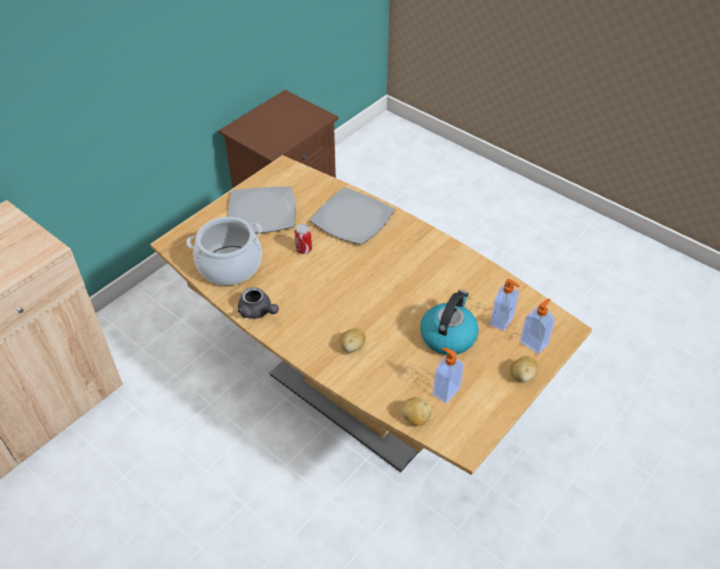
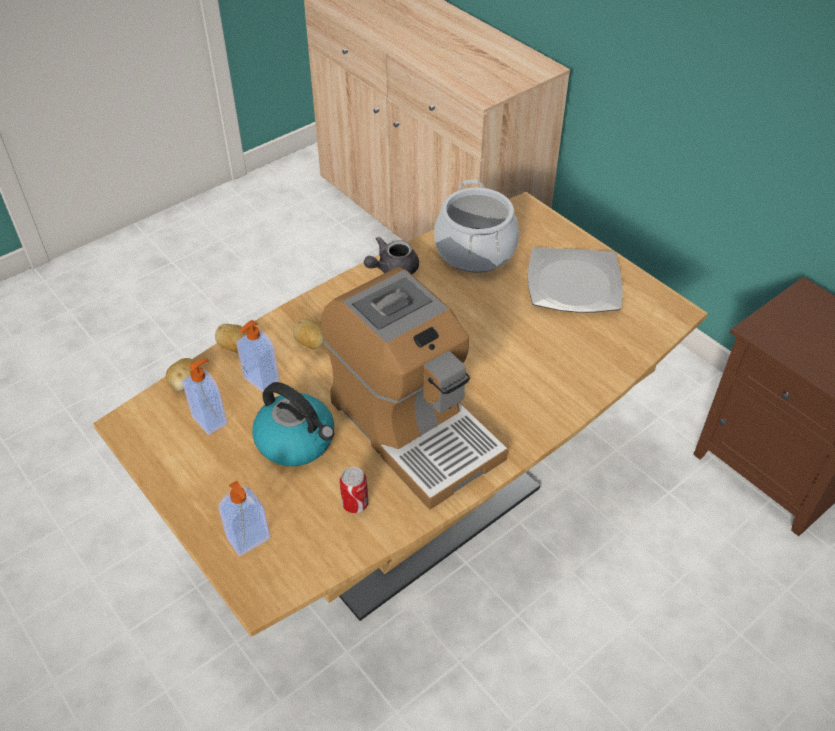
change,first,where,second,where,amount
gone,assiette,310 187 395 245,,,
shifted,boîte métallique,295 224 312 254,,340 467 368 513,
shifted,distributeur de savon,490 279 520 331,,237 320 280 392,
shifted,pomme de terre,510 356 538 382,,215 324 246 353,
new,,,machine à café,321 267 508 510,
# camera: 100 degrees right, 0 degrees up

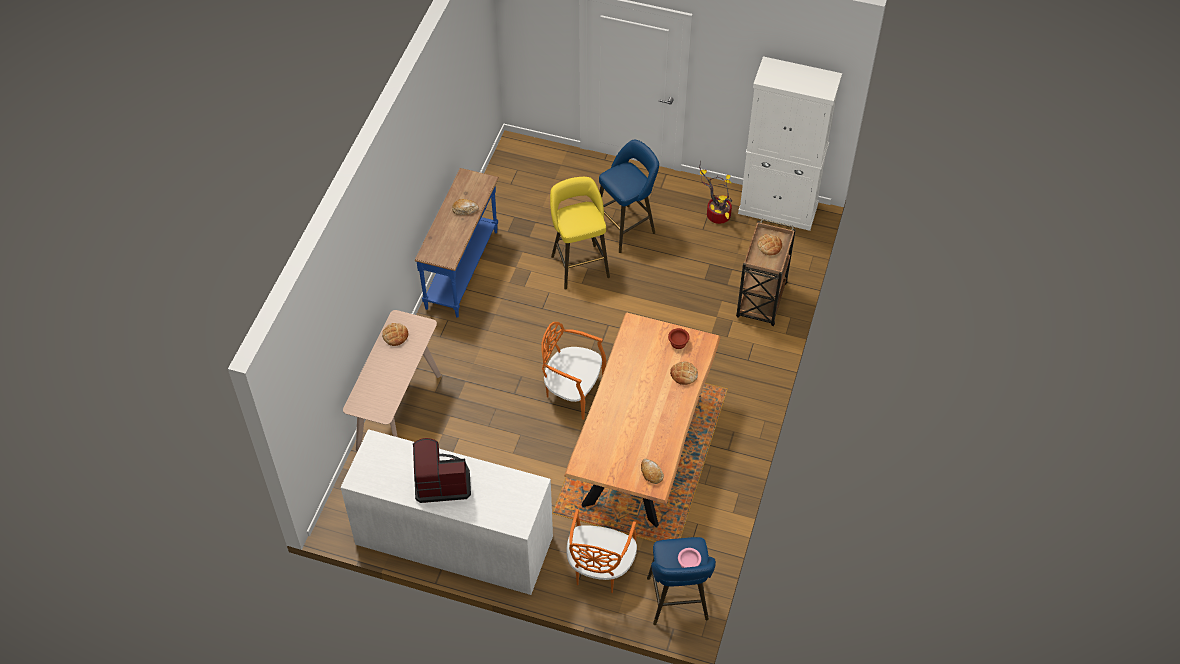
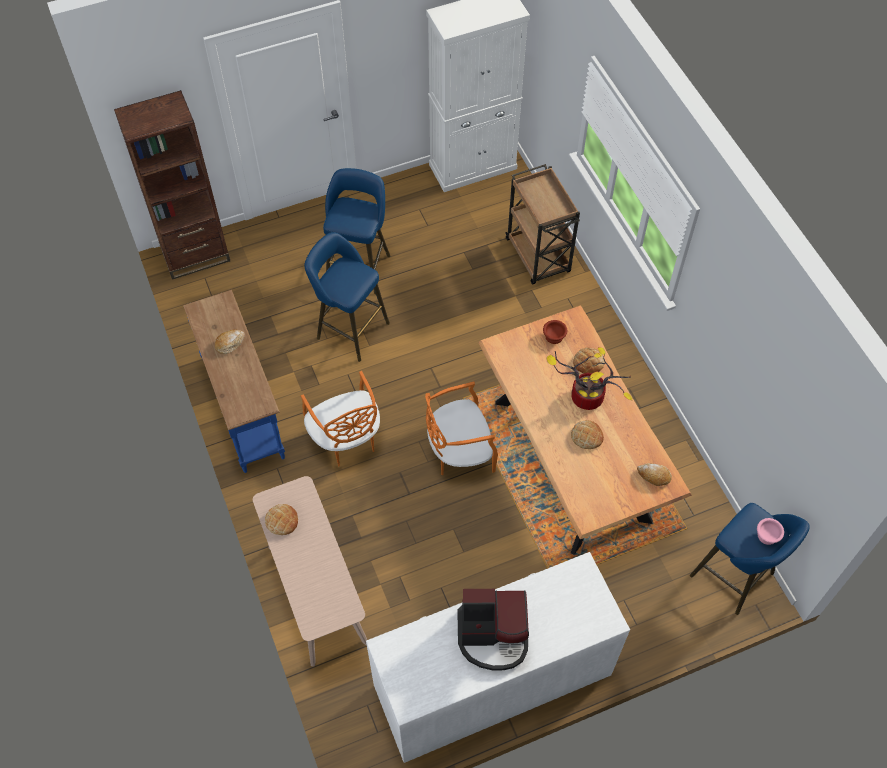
change,first,where,second,where,amount
shifted,plante en pot,699 161 732 224,,547 347 632 410,
repainted,tabouret [jaune],550 177 610 290,tabouret [bleu],304 232 390 362,
shifted,pain,757 234 782 255,,571 420 604 449,
rotated,machine à café,413 438 471 503,,457 589 529 671,135 degrees counterclockwise
shifted,chaise [orange],566 509 637 593,,301 371 380 466,
new,,,bibliothèque [marron],114 90 230 280,
# camera: 40 degrees left, 5 degrees up

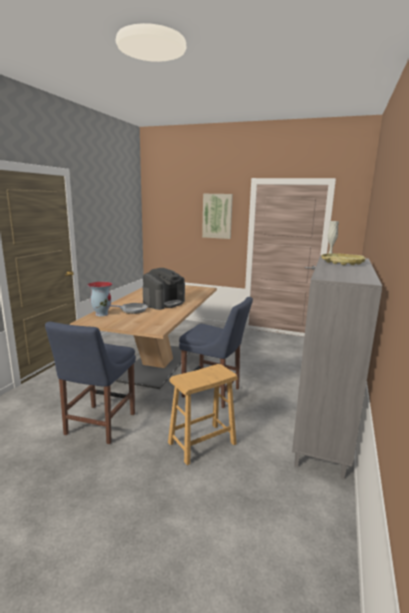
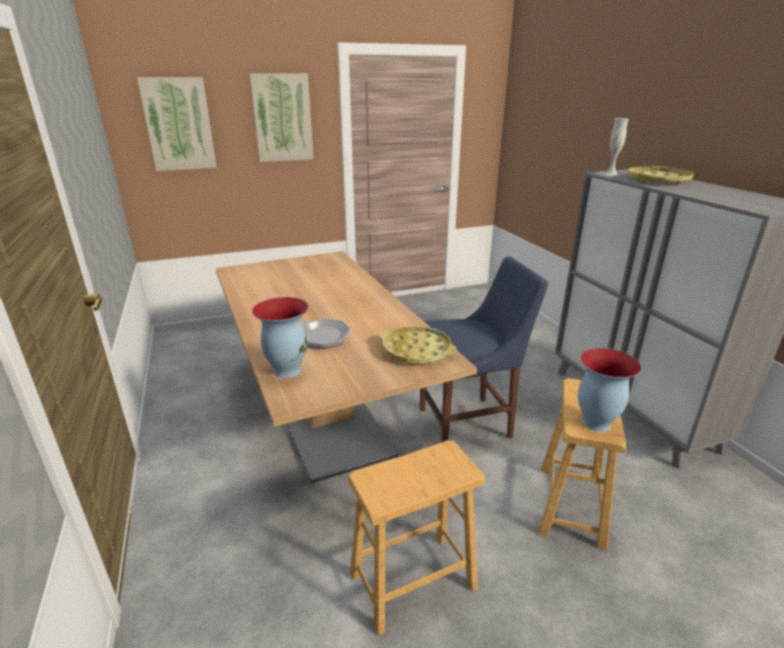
change,first,where,second,where,amount
gone,machine à café,143 268 185 310,,,
swapped,chaise [bleu],45 322 136 444,tabouret [marron],347 440 485 636,
new,,,tableau,137 77 217 171,
new,,,plateau [jaune],379 326 457 365,
new,,,vase,578 348 642 432,
# camera: 40 degrees left, 10 degrees up

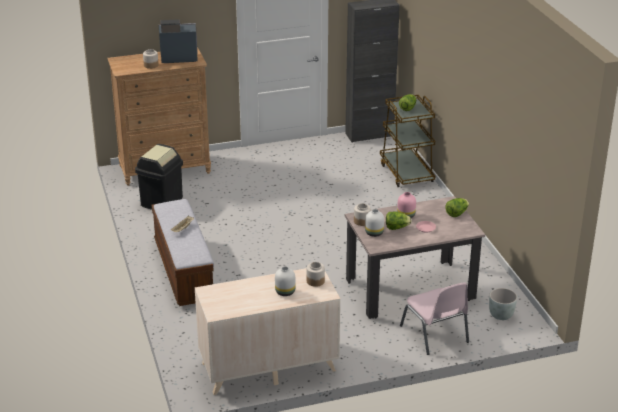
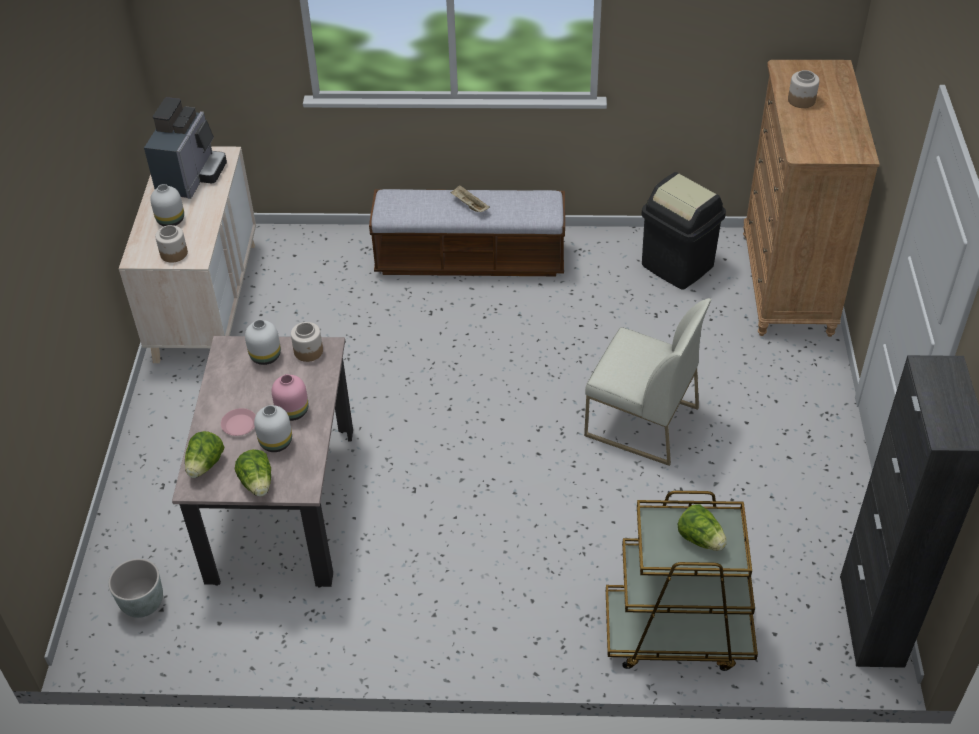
change,first,where,second,where,amount
shifted,machine à café,159 19 198 63,,144 97 227 199,
shifted,laitue,386 212 412 230,,185 431 224 478,
gone,chaise [rose],400 282 469 355,,,
new,,,chaise [blanc],584 298 712 466,
new,,,vase [blanc],254 405 292 452,
# camera: 110 degrees right, 15 degrees up

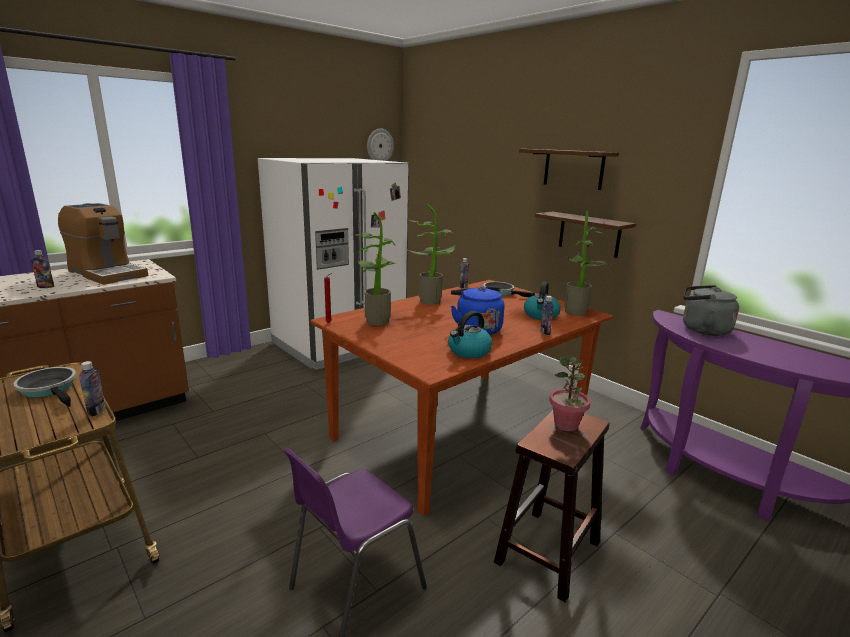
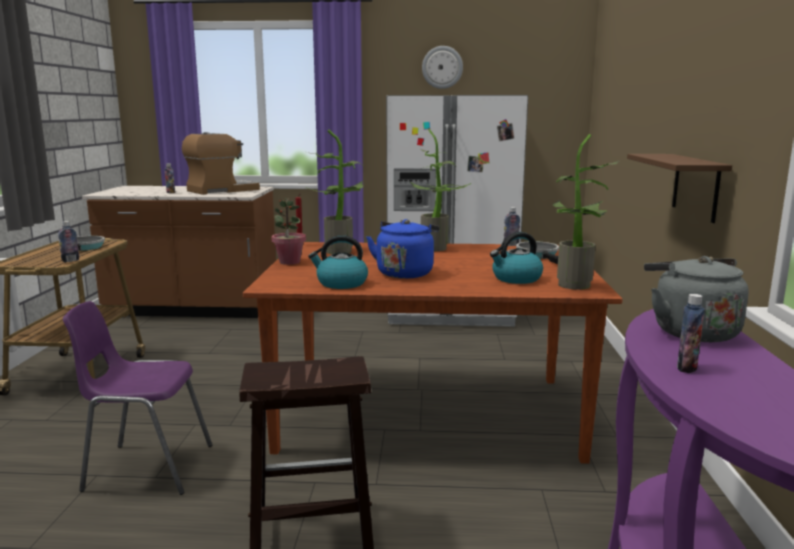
change,first,where,second,where,amount
shifted,horloge murale,367 128 394 161,,422 46 463 89,
gone,étagère [marron],519 149 619 190,,,
rotated,machine à café,58 203 148 285,,182 132 260 195,120 degrees counterclockwise
shifted,bouteille,540 296 554 335,,677 294 705 373,
shifted,plante en pot,549 356 590 431,,272 198 306 265,
# camera: 45 degrees right, 5 degrees down

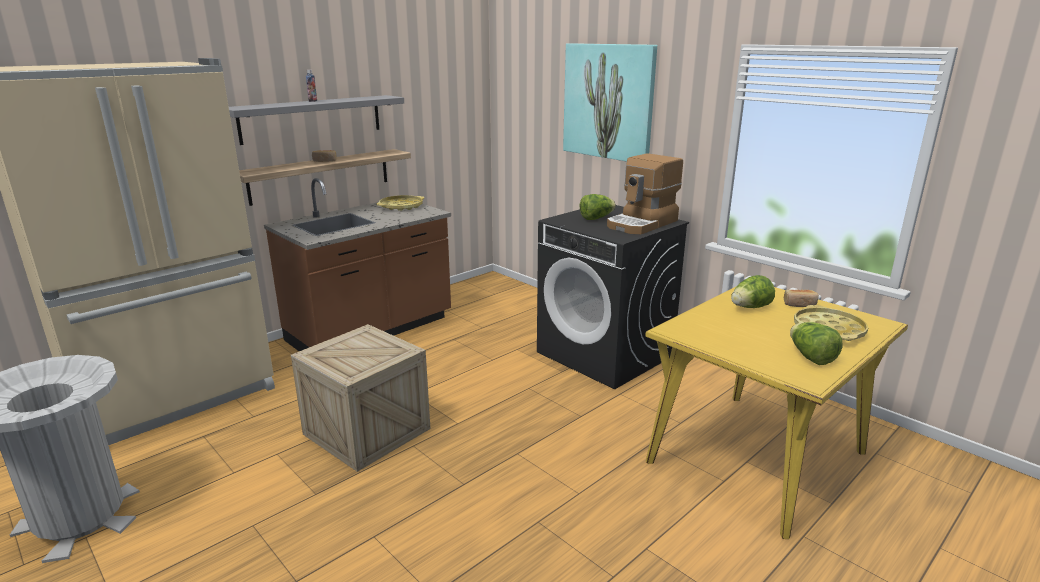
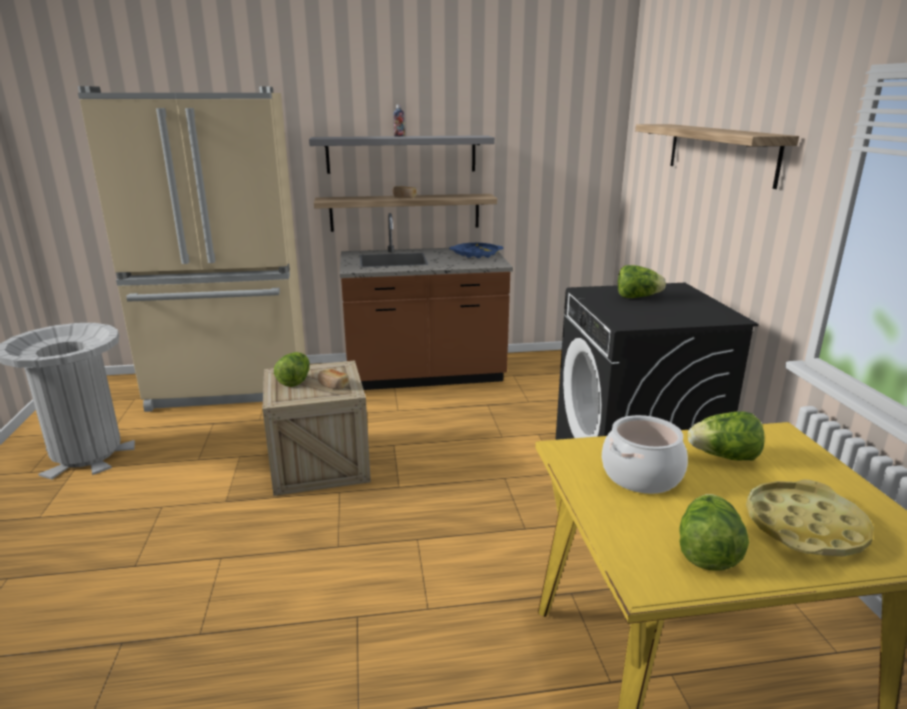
change,first,where,second,where,amount
swapped,tableau,563 43 657 162,étagère,635 124 799 189,
gone,machine à café,607 153 683 234,,,
repainted,plateau [jaune],377 195 424 211,plateau [bleu],449 243 503 258,
shifted,pain,784 290 819 307,,318 369 349 389,
new,,,laitue,274 352 310 387,
new,,,marmite,602 415 688 494,
# camera: 35 degrees right, 0 degrees up

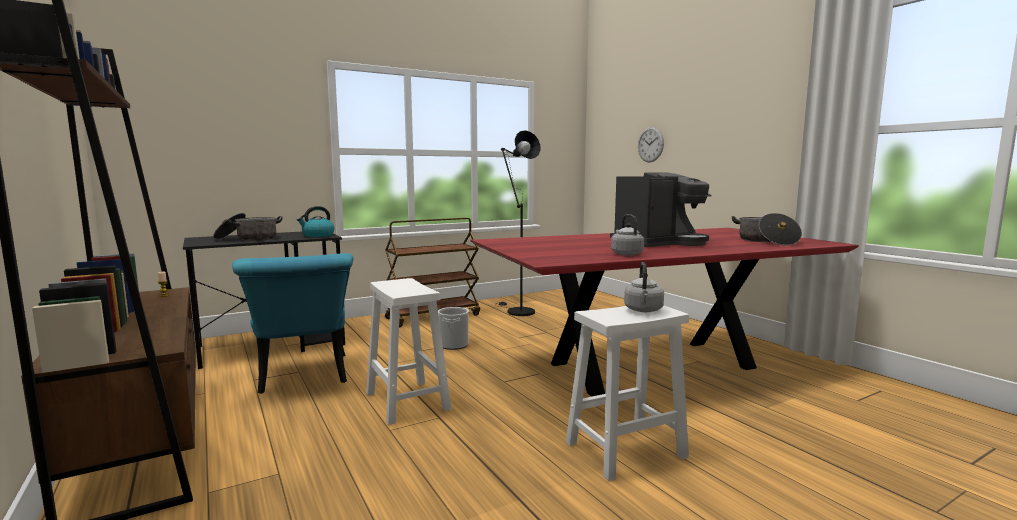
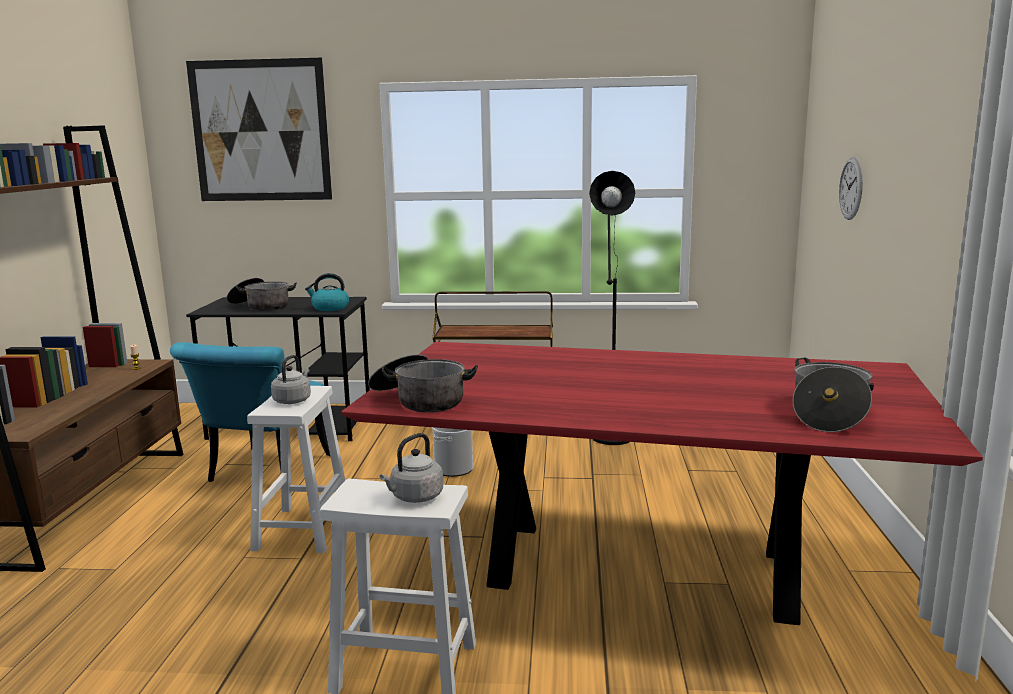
change,first,where,second,where,amount
gone,machine à café,610 172 711 247,,,
shifted,bouilloire [gris],611 214 644 256,,271 355 311 404,
new,,,tableau,186 58 332 201,
new,,,marmite,368 354 478 412,
# camera: 35 degrees right, 5 degrees up

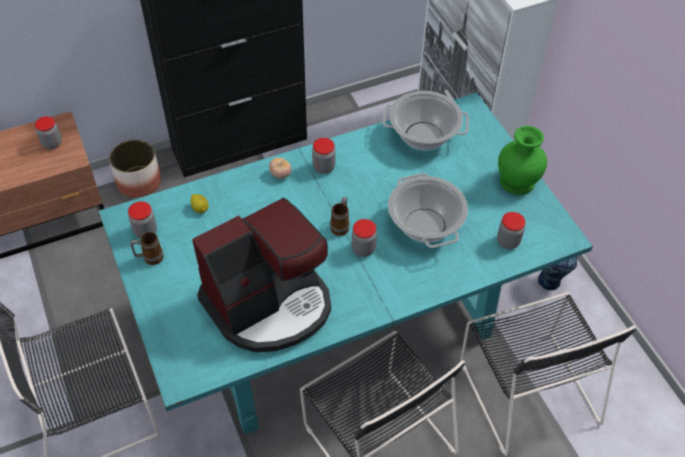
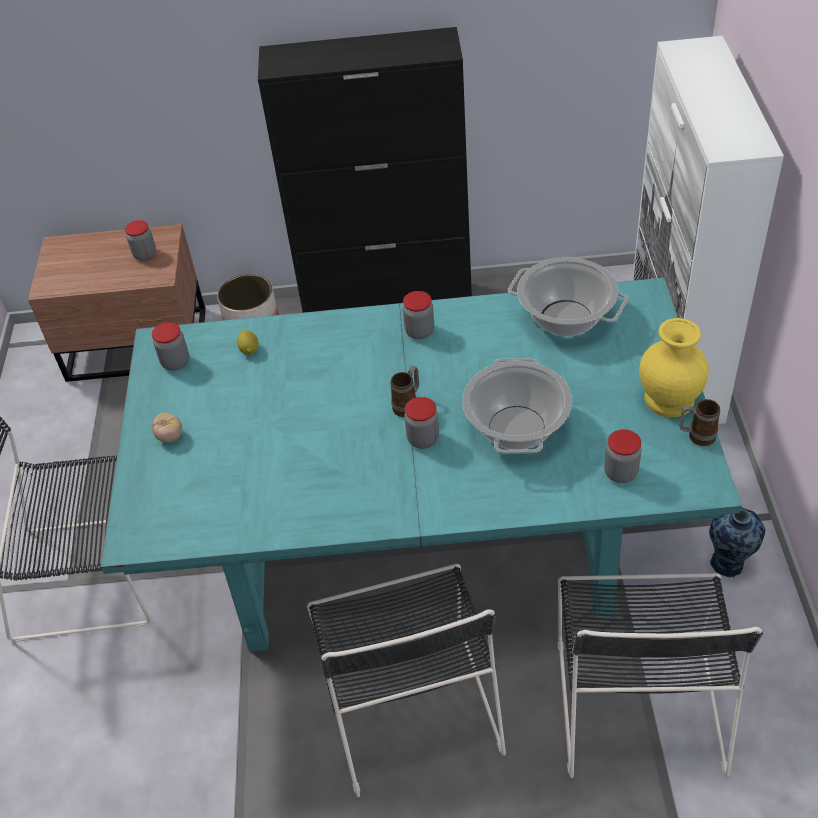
change,first,where,second,where,amount
repainted,vase [vert],498 126 547 195,vase [jaune],639 318 709 417,
shifted,tomate,269 158 291 179,,152 413 182 443,
gone,machine à café,192 198 331 352,,,
shifted,mug,130 232 164 265,,679 399 720 446,
# camera: 25 degrees right, 5 degrees down

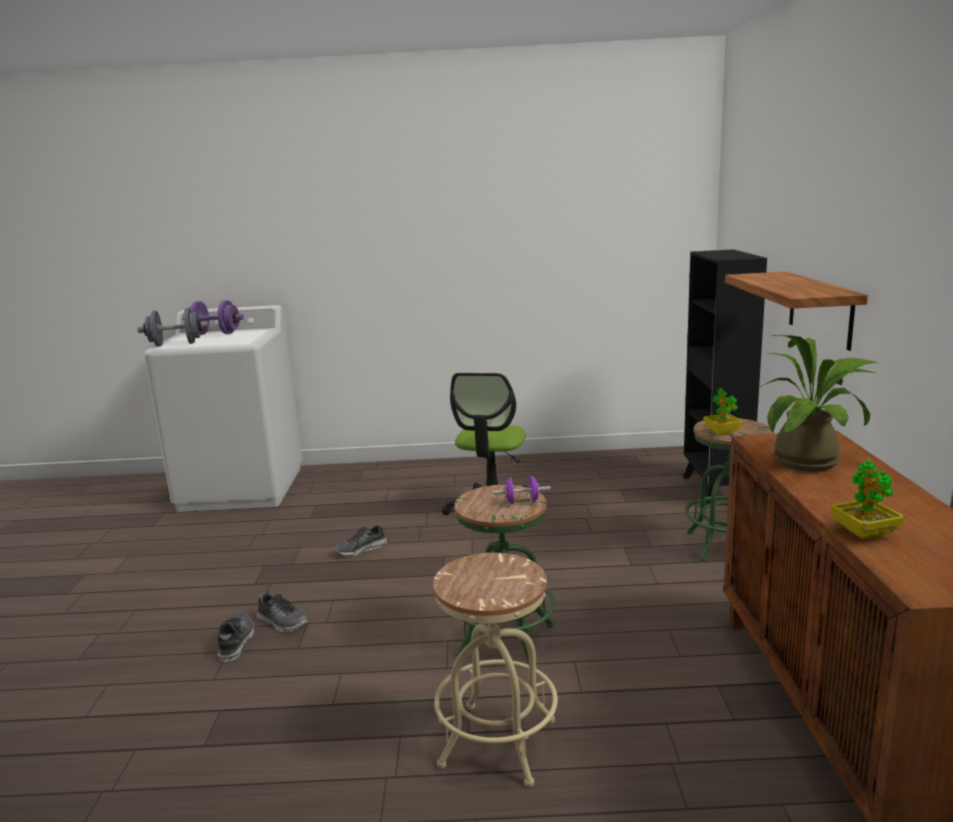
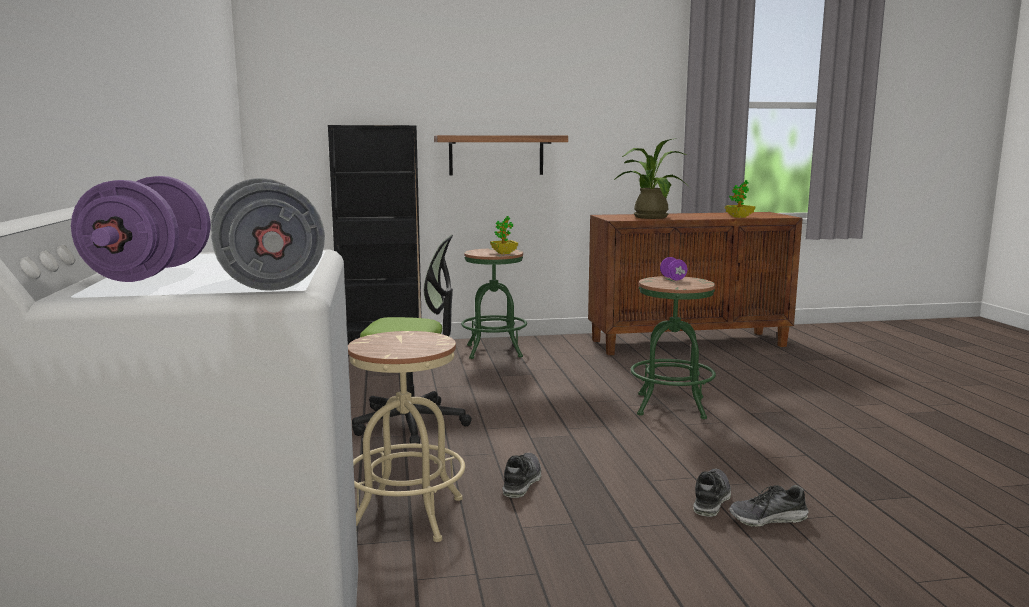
change,first,where,second,where,amount
rotated,chaussure,335 524 387 557,,502 453 541 498,120 degrees counterclockwise
shifted,tabouret [beige],433 553 558 787,,348 331 465 542,
# camera: 100 degrees left, 5 degrees down

